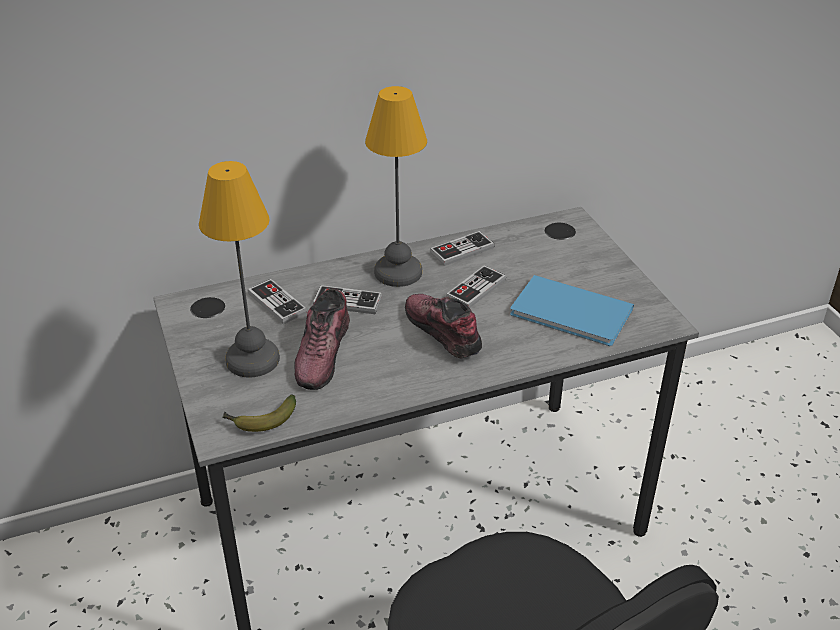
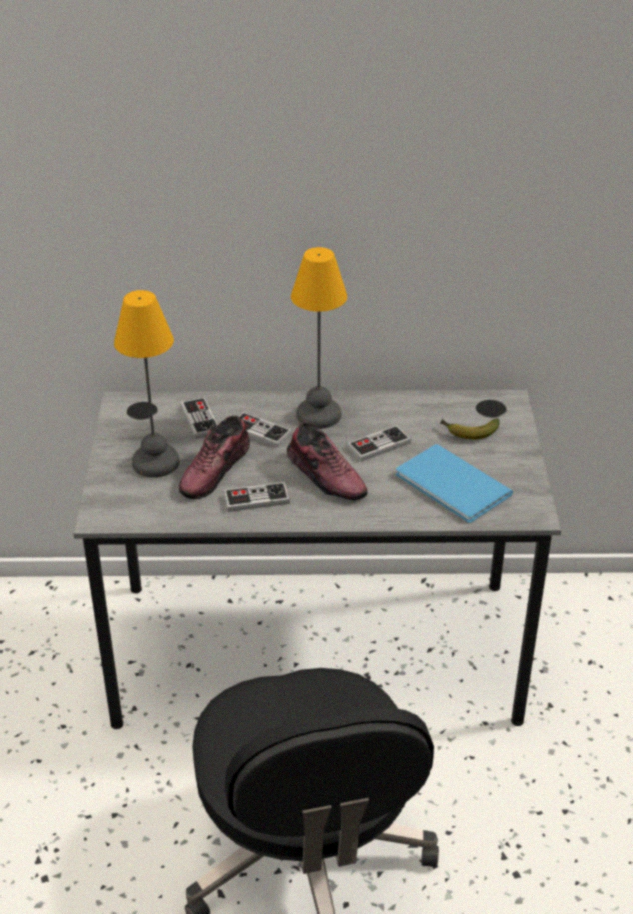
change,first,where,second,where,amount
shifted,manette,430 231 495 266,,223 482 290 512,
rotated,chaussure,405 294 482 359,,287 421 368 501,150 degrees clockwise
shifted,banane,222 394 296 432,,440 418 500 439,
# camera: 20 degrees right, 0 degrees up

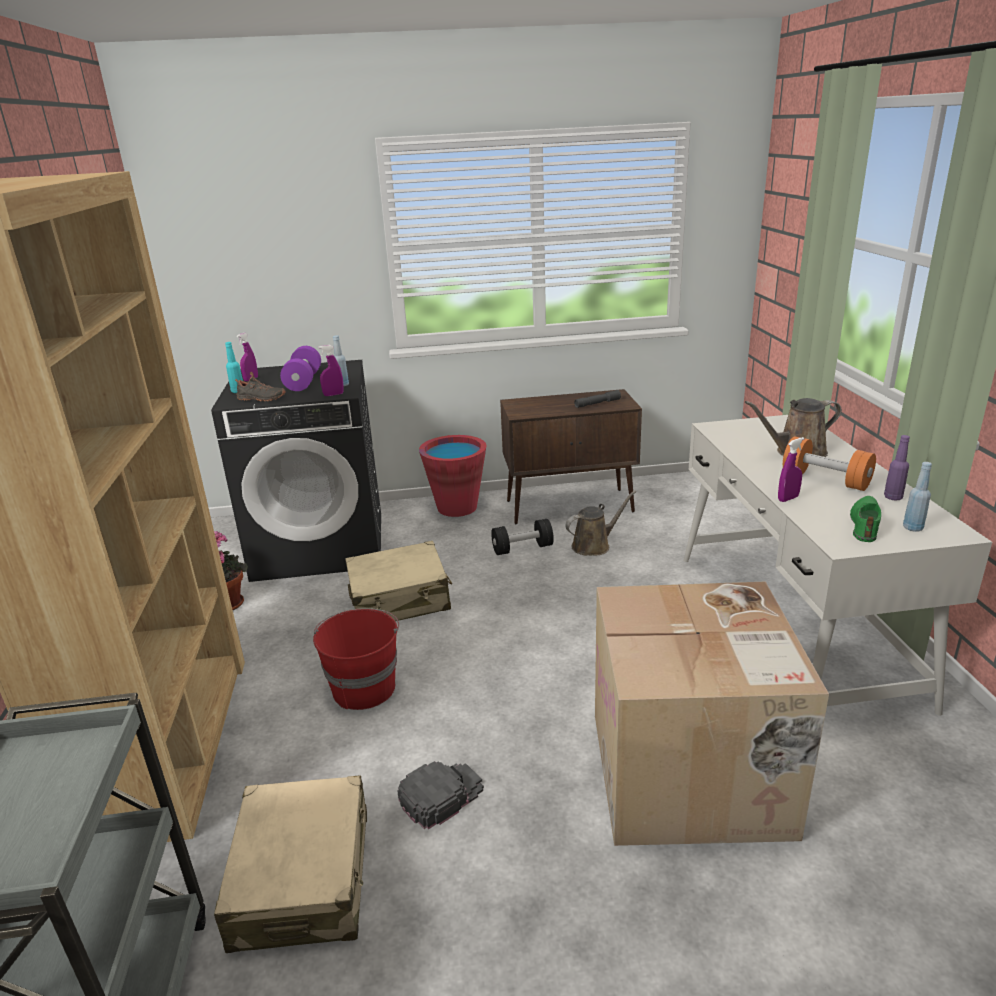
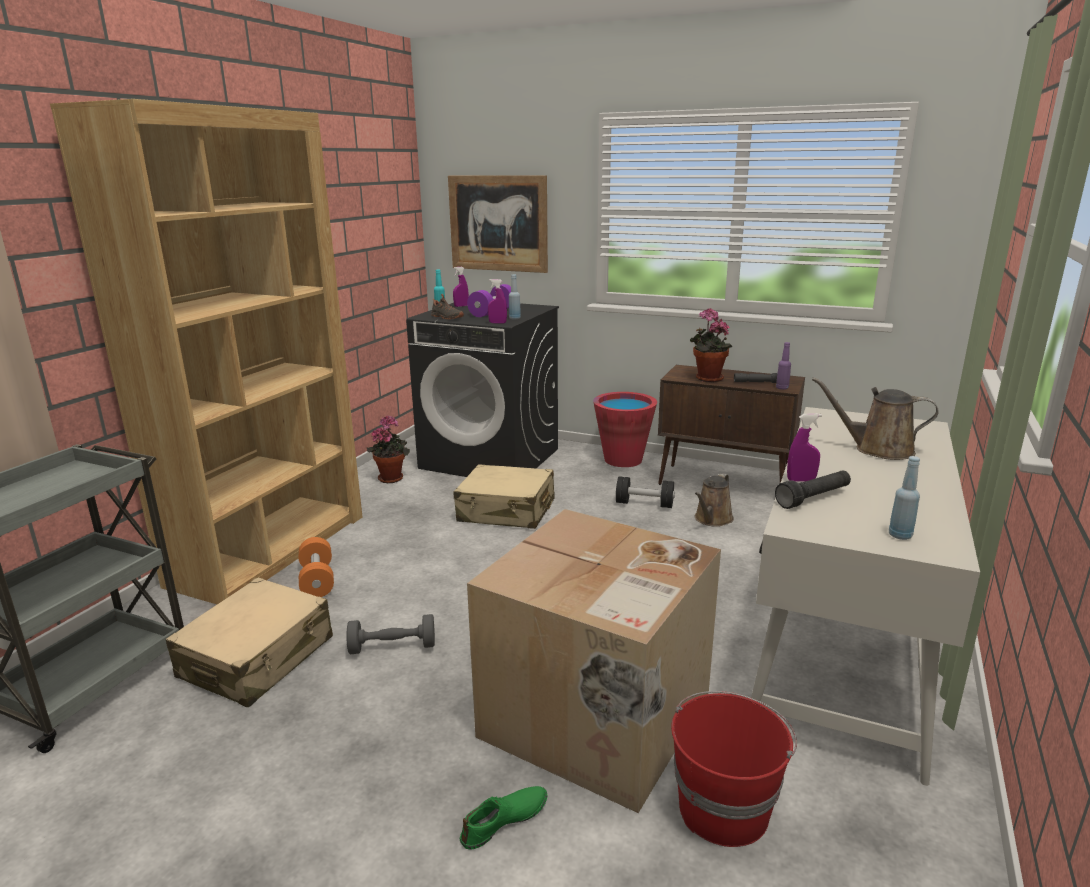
change,first,where,second,where,amount
shifted,bouteille [violet],884 435 910 500,,776 342 791 390,
shifted,haltère [orange],783 436 876 491,,298 537 334 597,
rotated,arrosoir [marron],565 491 636 556,,695 473 734 527,120 degrees clockwise
shifted,chaussure [vert],850 496 881 542,,460 786 547 850,
shifted,seau [rouge],313 608 399 710,,671 691 797 847,
swapped,casquette [noir],397 761 484 830,haltère [gris],346 614 435 654,
new,,,tableau,448 175 548 273,
new,,,plante en pot,690 308 732 382,
new,,,lampe de poche [noir],775 471 851 509,
# camera: 30 degrees right, 5 degrees down

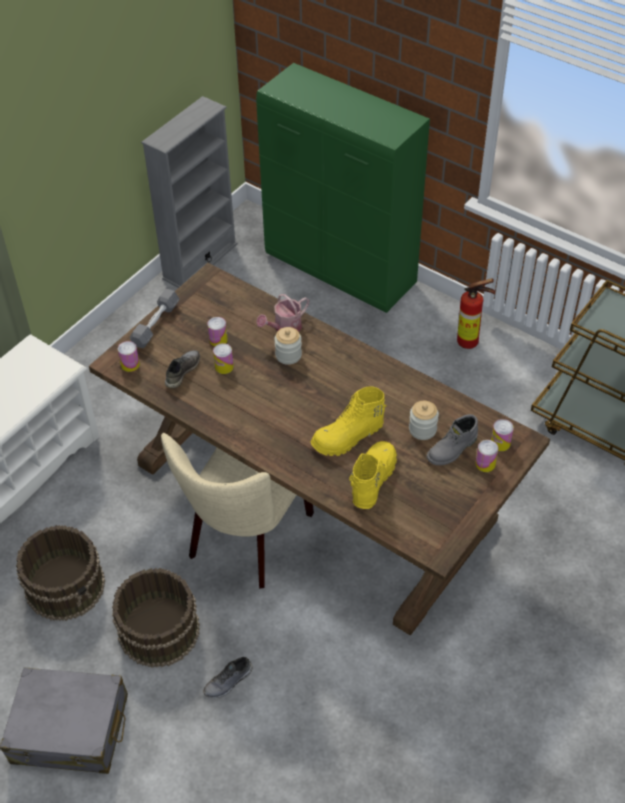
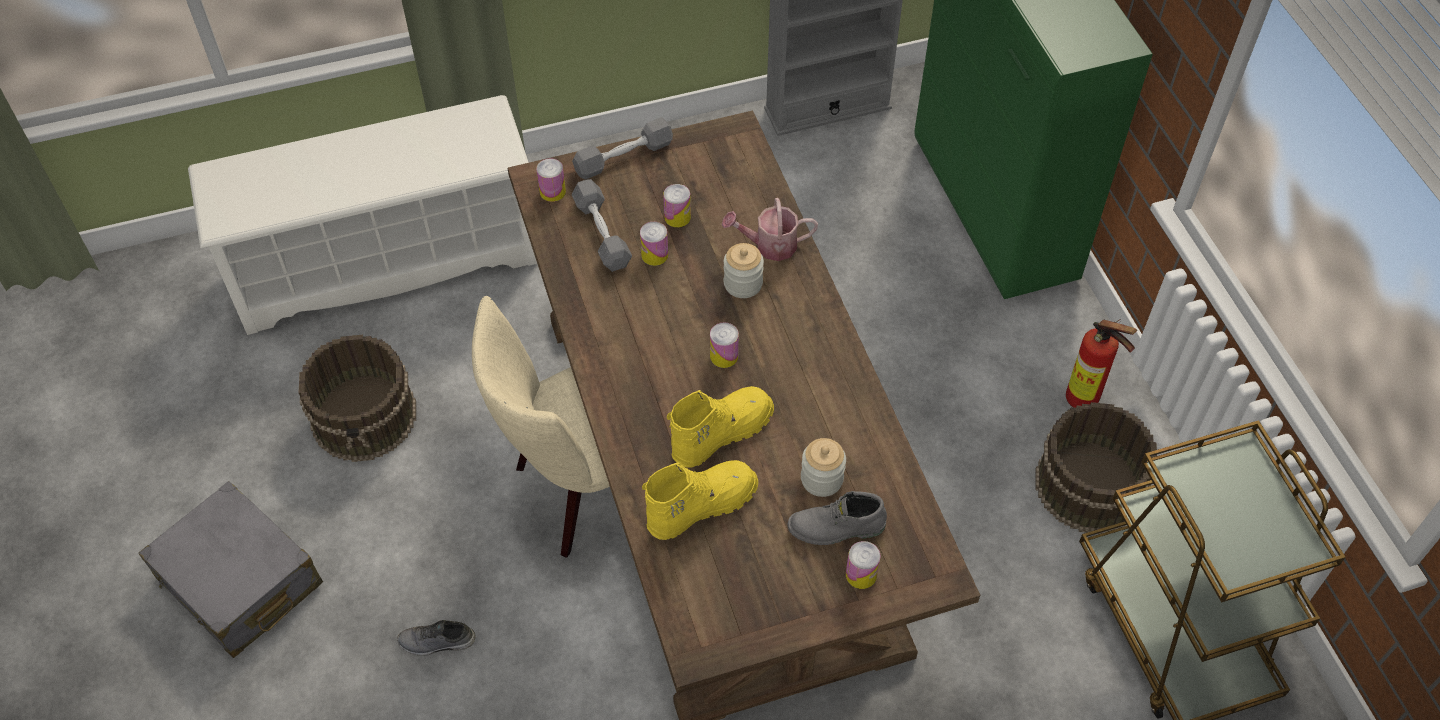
change,first,where,second,where,amount
swapped,chaussure [gris],165 350 200 388,haltère [gris],572 179 632 272,
rotated,botte [jaune],311 386 386 456,,667 386 774 468,135 degrees clockwise
shifted,boîte métallique,491 419 514 451,,710 322 739 368,
shifted,seau [marron],112 568 200 668,,1036 402 1157 534,
# camera: 35 degrees right, 5 degrees up

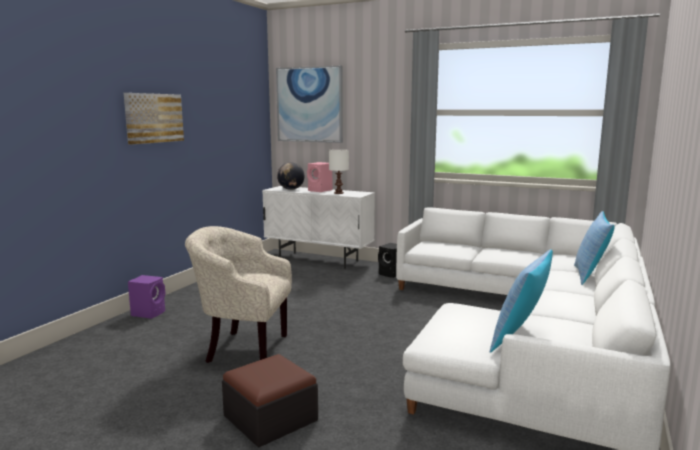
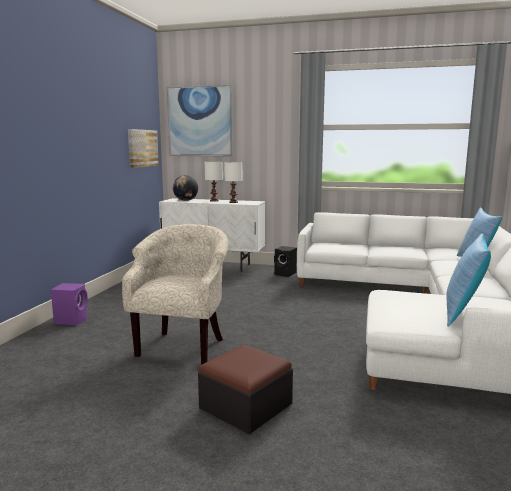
change,first,where,second,where,amount
shifted,tableau,124 93 184 145,,128 129 159 168,
swapped,enceinte [rose],307 162 332 192,lampe de table [blanc],205 162 223 202,
rotated,fauteuil [beige],185 226 292 363,,122 224 229 365,105 degrees clockwise
# camera: 10 degrees left, 0 degrees up

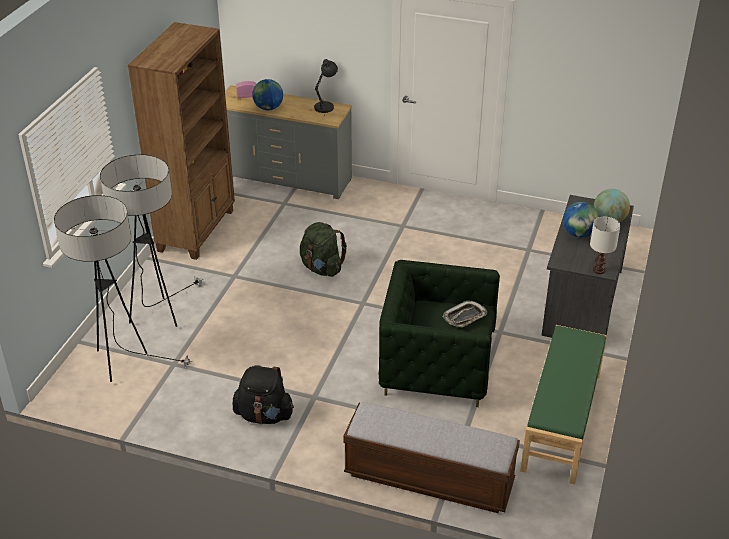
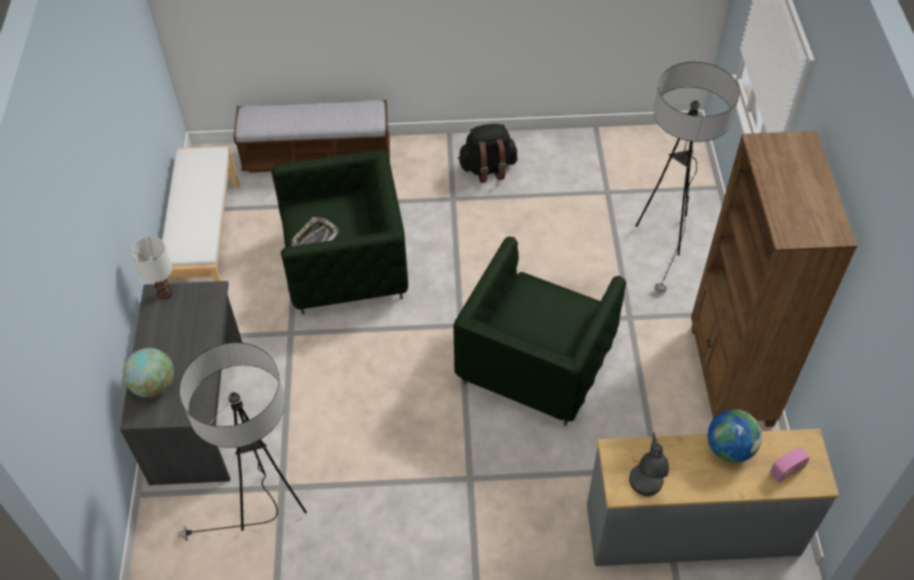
change,first,where,second,where,amount
shifted,lampadaire,54 195 193 382,,178 342 307 541,
gone,globe,563 202 599 238,,,
swapped,sac à dos [vert],300 222 347 277,fauteuil [vert],453 236 626 426,
repainted,banc [vert],520 325 607 485,banc [blanc],162 146 239 283,
# camera: 160 degrees right, 15 degrees up

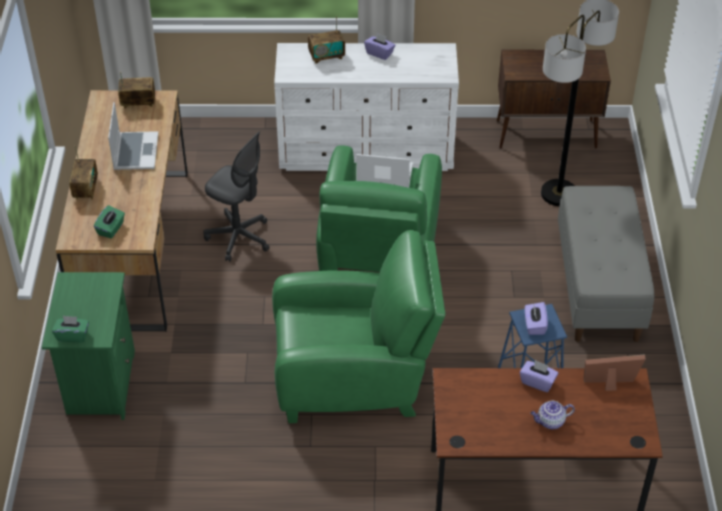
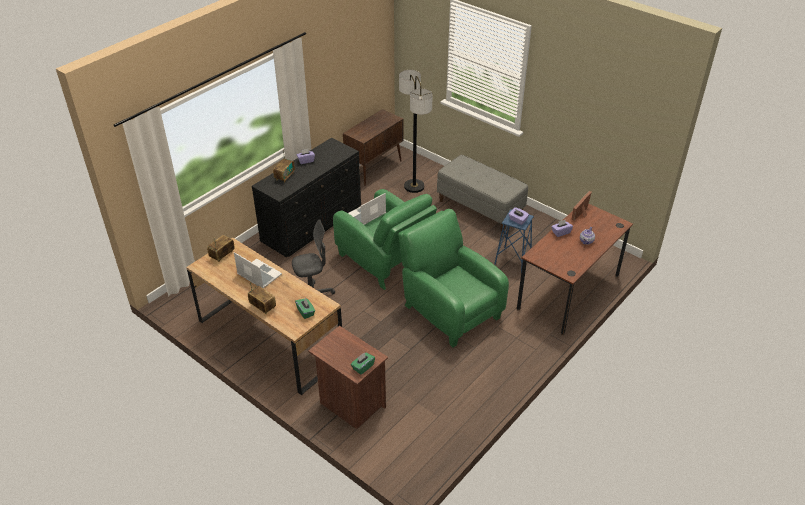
change,first,where,second,where,amount
repainted,commode [blanc],274 43 459 171,commode [noir],252 138 361 257,
rotated,fauteuil [vert],272 230 445 423,,398 209 509 348,75 degrees counterclockwise
repainted,table de chevet [vert],42 272 135 420,table de chevet [marron],308 326 388 429,
# camera: 50 degrees left, 5 degrees down

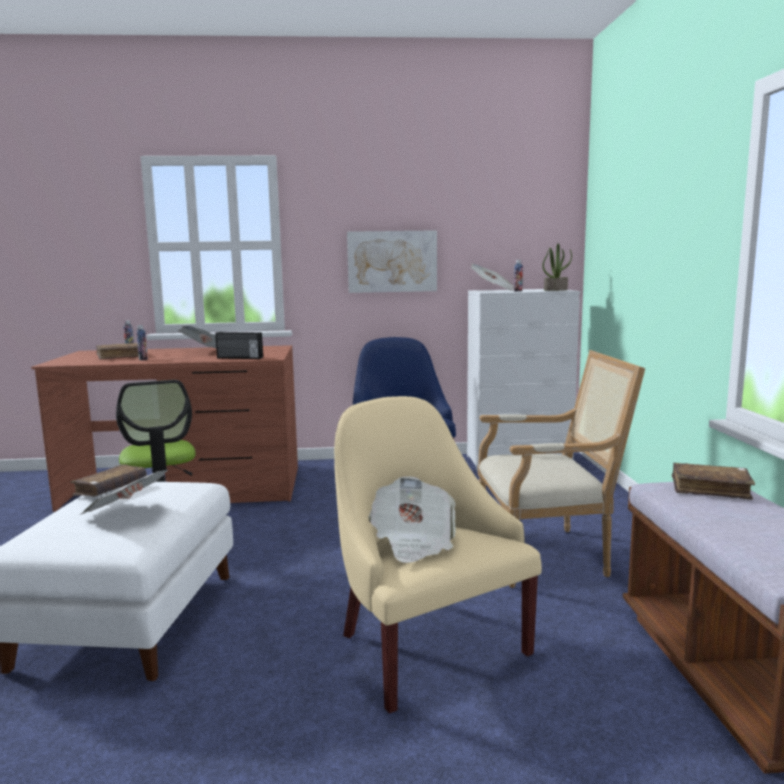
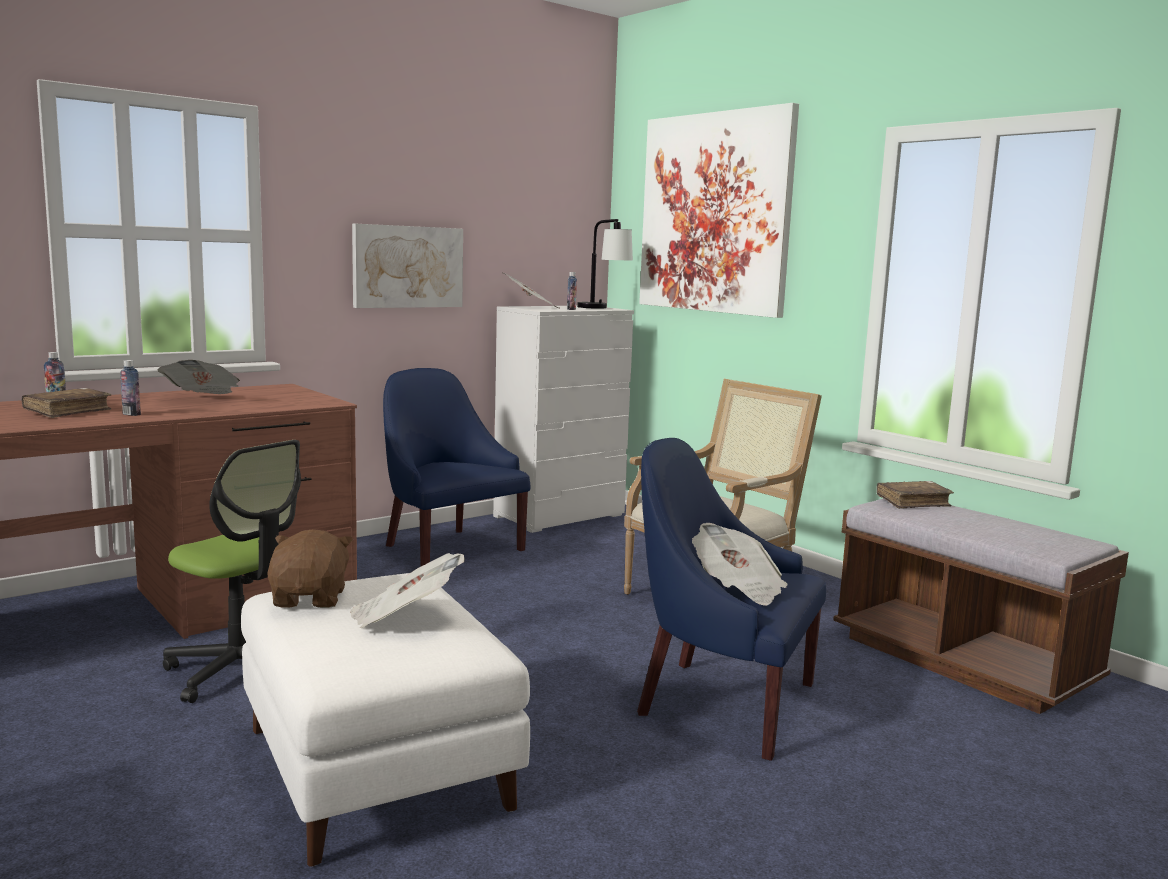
change,first,where,second,where,amount
swapped,plante en pot,542 243 572 291,lampe de table,577 219 633 309,
gone,radio,215 332 263 359,,,
repainted,fauteuil [beige],334 396 542 714,fauteuil [bleu],637 438 826 761,
swapped,livre [marron],70 464 147 496,peluche [marron],267 529 353 608,
new,,,tableau,639 103 799 318,
# camera: 35 degrees left, 0 degrees up

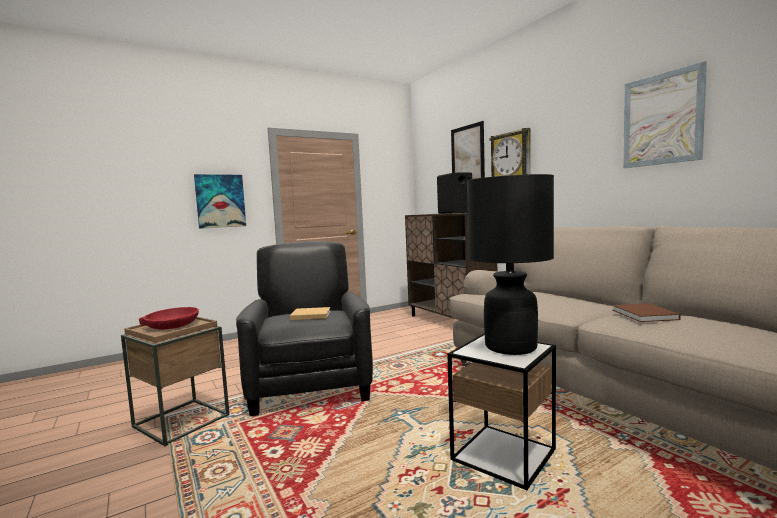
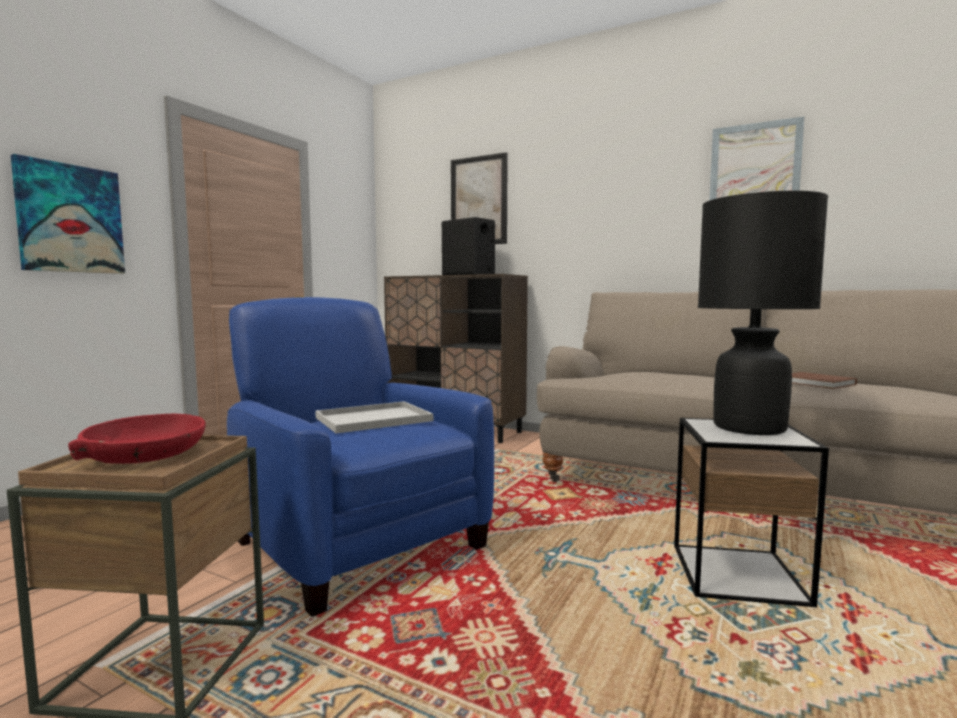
change,first,where,second,where,amount
gone,horloge murale,489 128 531 177,,,
repainted,fauteuil [noir],236 241 373 416,fauteuil [bleu],227 297 494 617,
swapped,livre [beige],290 307 330 320,plateau [blanc],315 401 433 433,
# camera: 30 degrees left, 0 degrees up

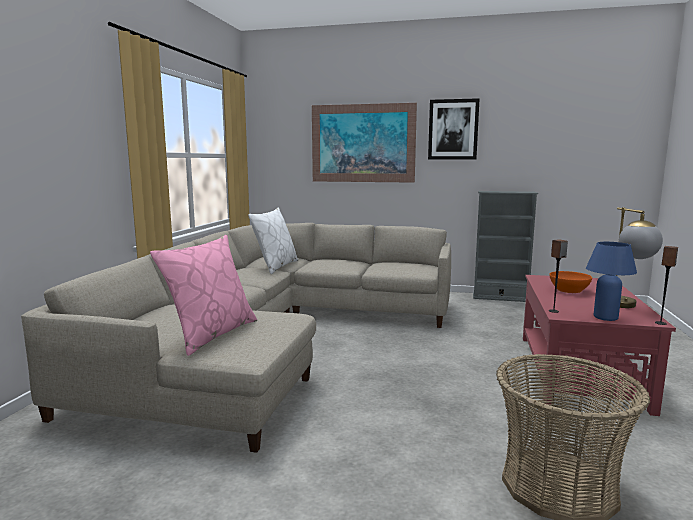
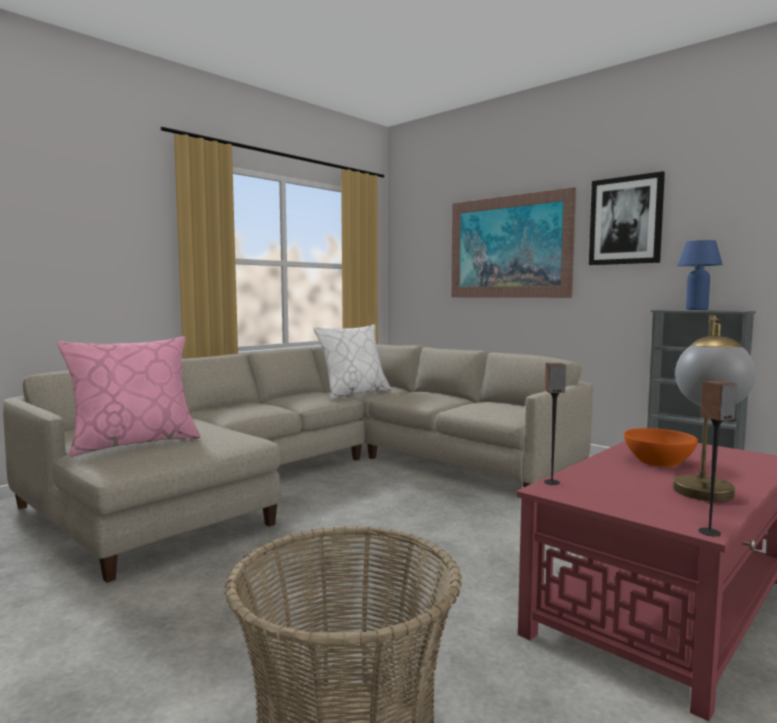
change,first,where,second,where,amount
shifted,lampe de table [bleu],586 242 637 321,,677 240 723 310,
# camera: 30 degrees right, 5 degrees down

